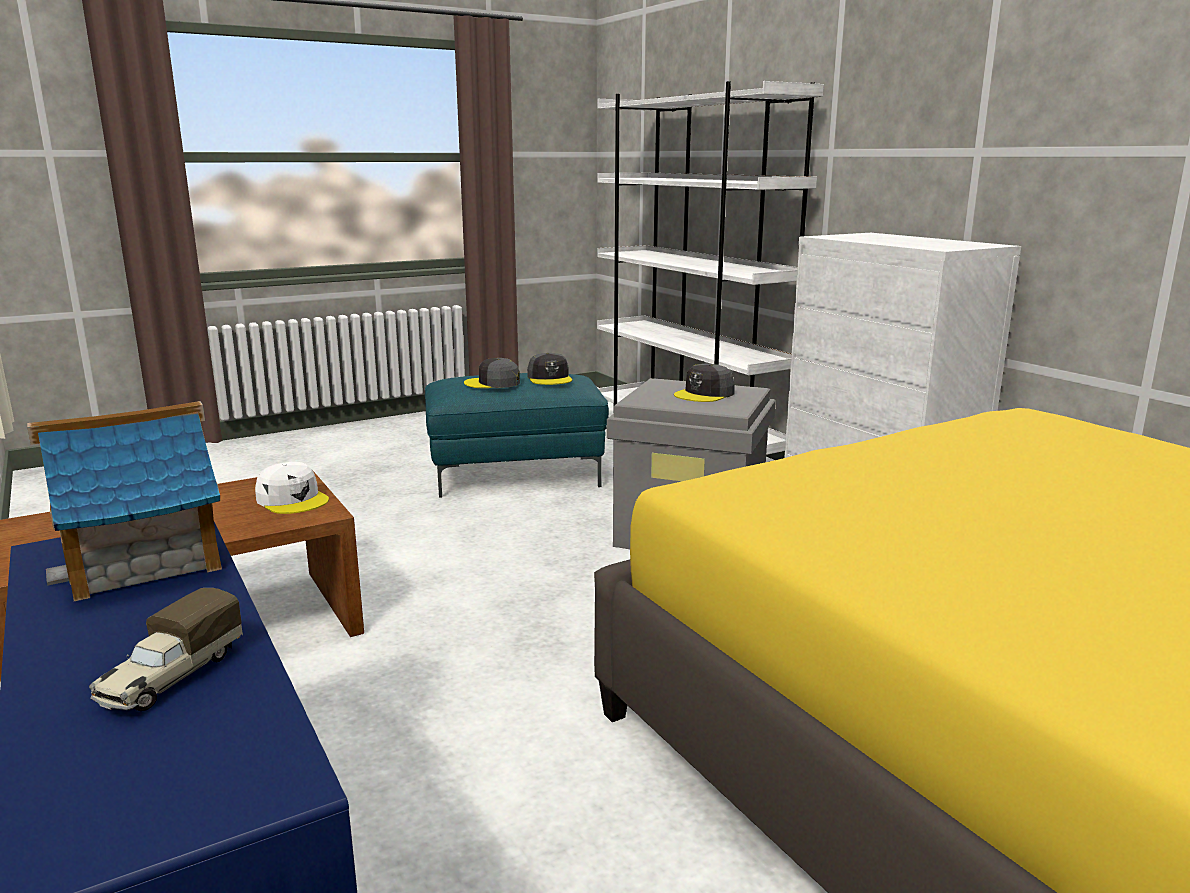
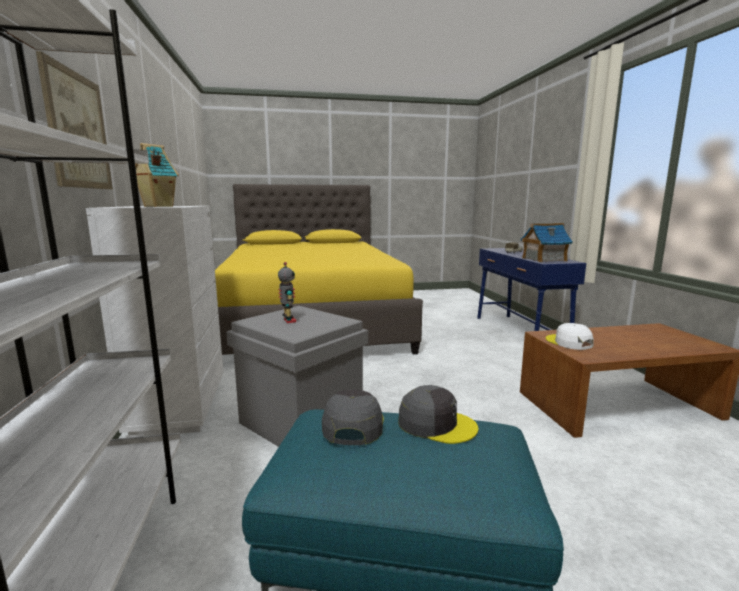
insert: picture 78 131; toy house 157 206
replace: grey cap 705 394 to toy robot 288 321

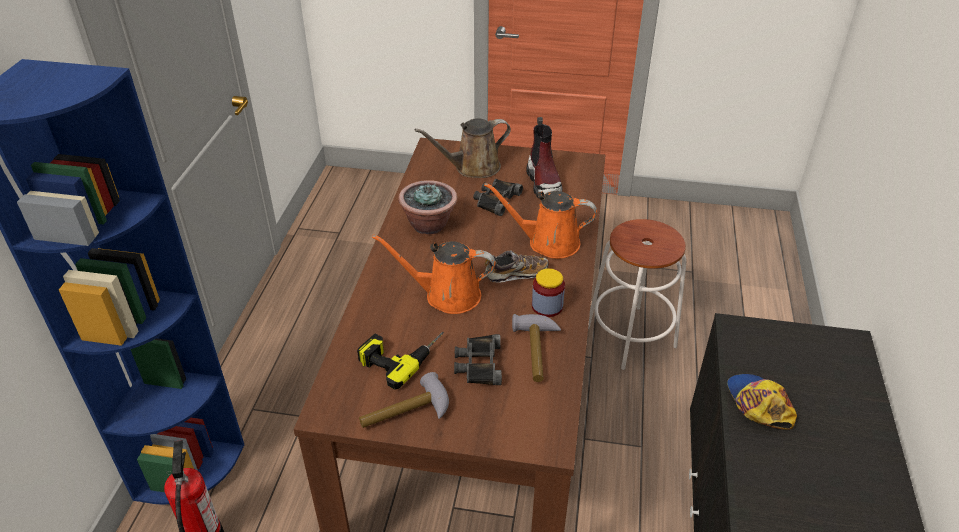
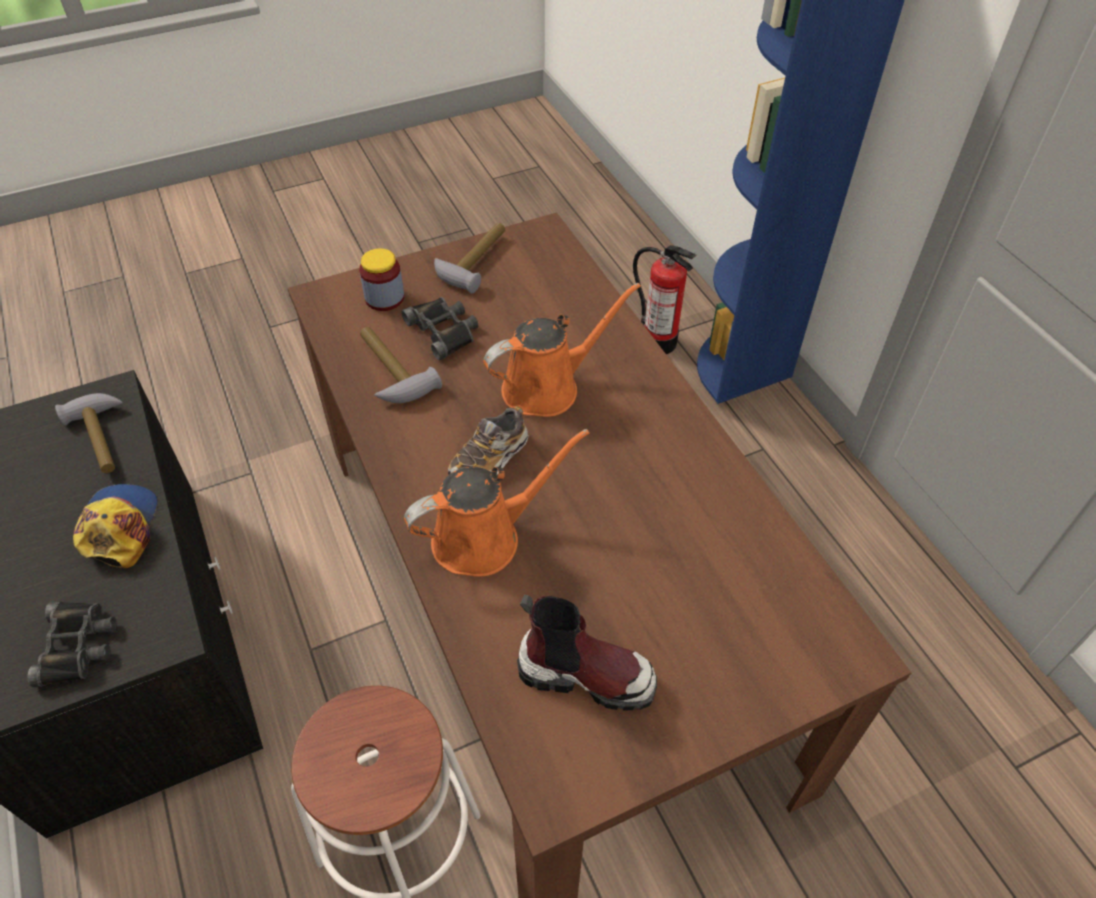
delete: power drill 401 354; potted plant 429 225; brown watering can 473 168
insert: hammer 102 438
move: black binoculars 496 200 to 78 645; jar 547 306 to 384 298
rotate: boot 544 183 = 586 674 150 degrees clockwise; cap 758 404 = 119 527 135 degrees counterclockwise

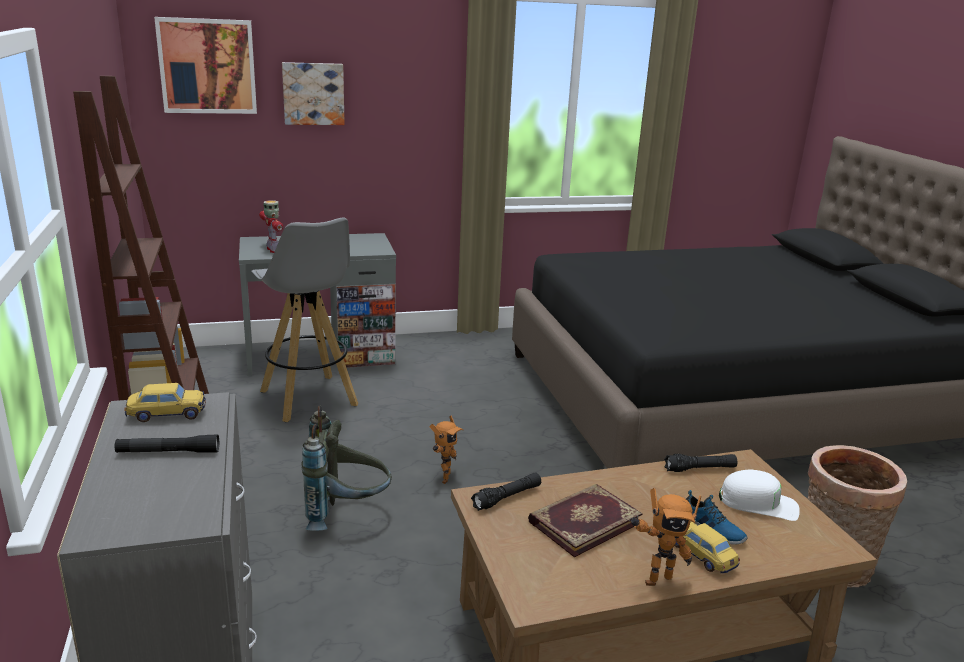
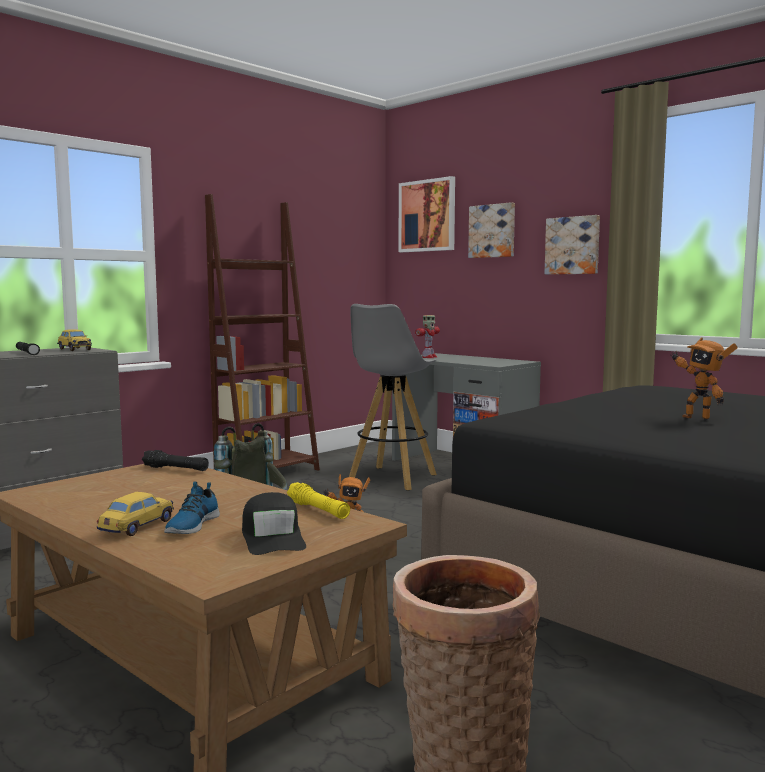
delete: book 583 521
insert: picture 573 245
move: toy robot 655 578 to 696 417
recolor: black flashlight 700 469 to yellow flashlight 318 510; white cap 758 503 to black cap 273 537

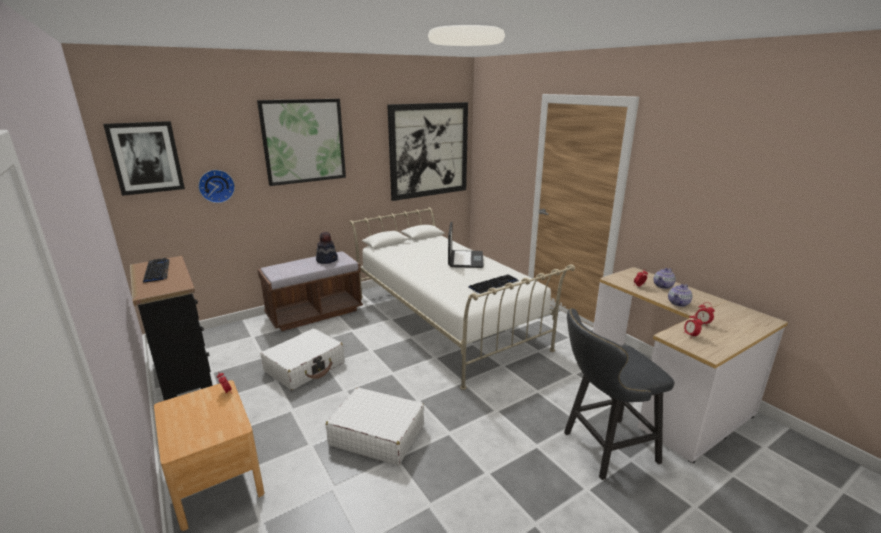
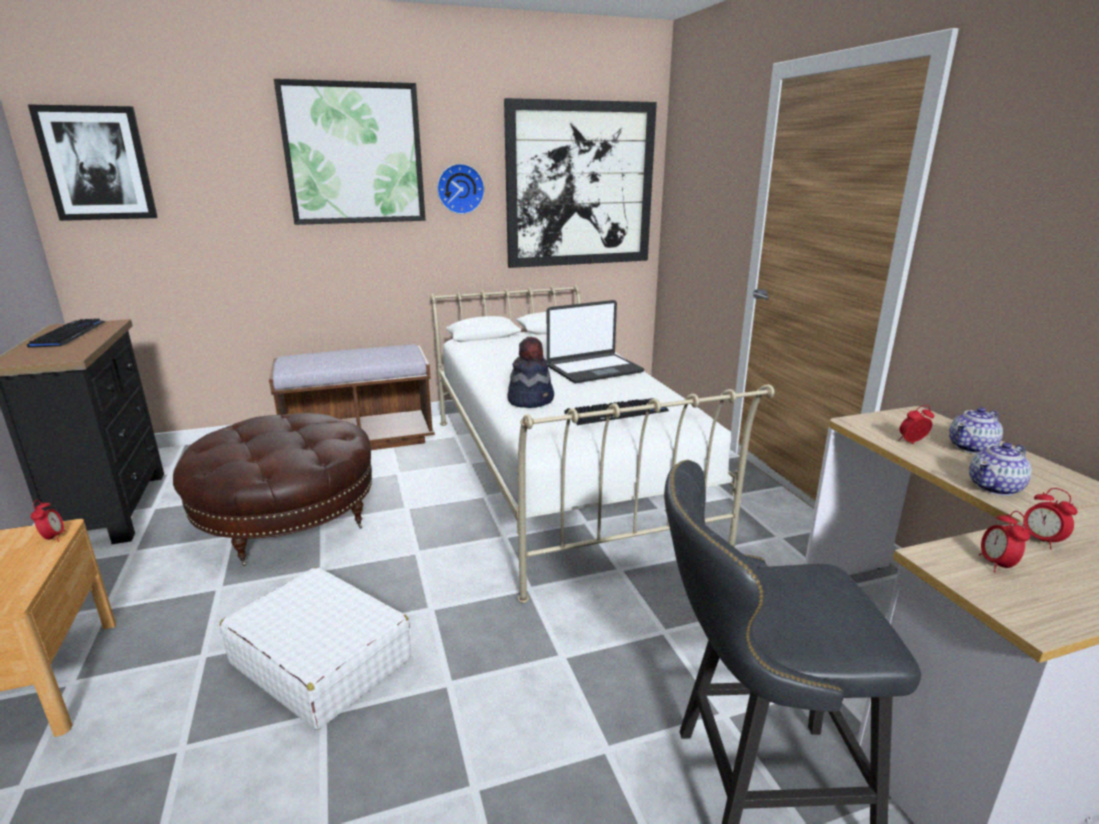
move: wall clock 216 186 to 460 189; hat 327 260 to 531 400
replace: white suitcase 305 367 to brown ottoman 288 520
rotate: laptop 465 260 = 594 369 45 degrees clockwise

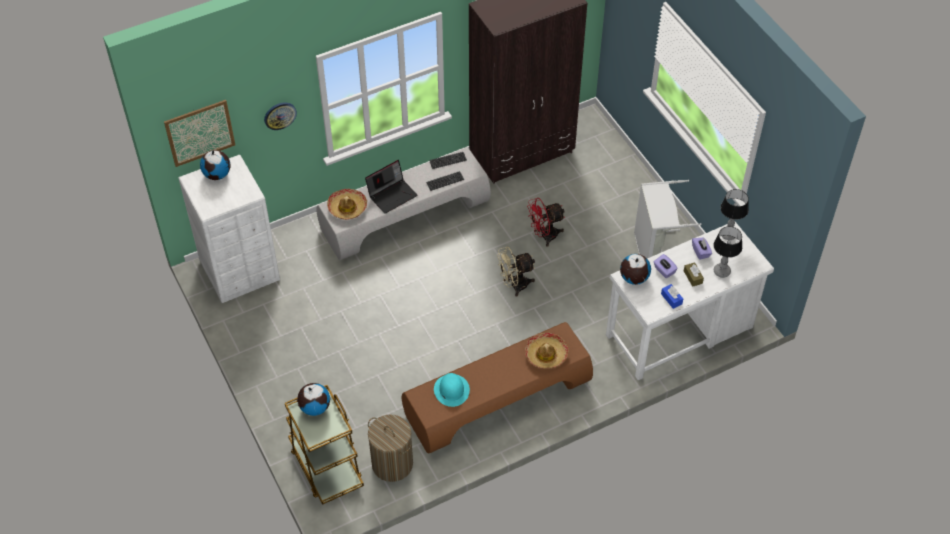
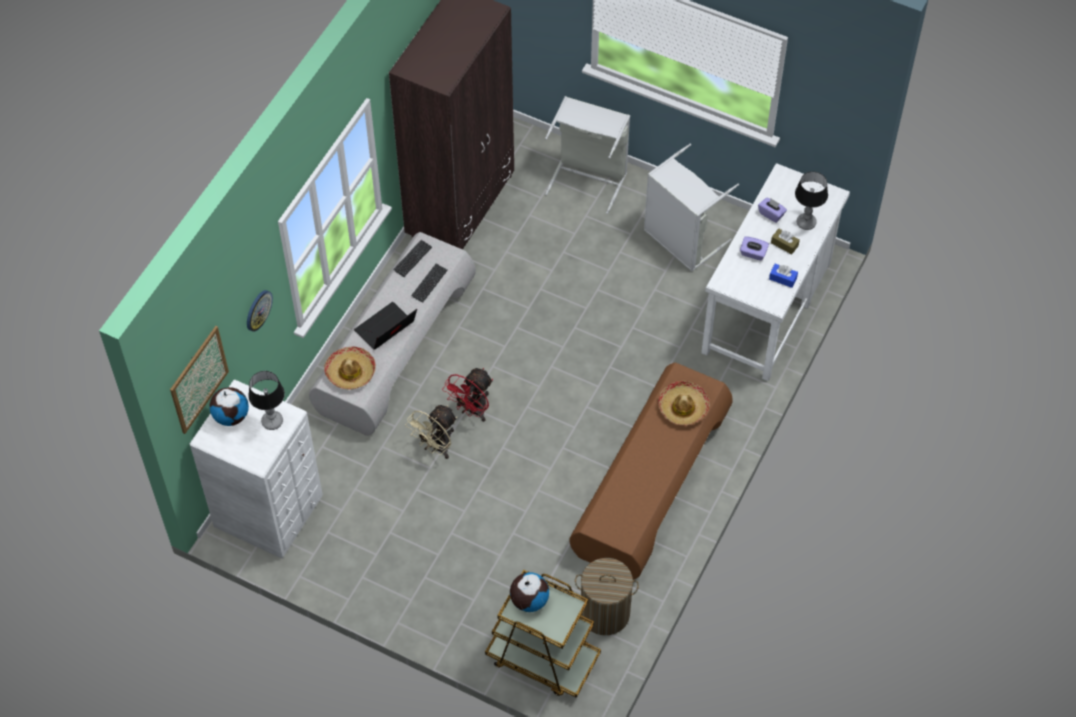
delete: turquoise hat 451 390; globe 633 278
insert: grey laundry basket 589 177
move: beige fan 514 285 to 436 447; red fan 544 236 to 472 410; table lamp 728 234 to 272 422
rotate: laptop 392 194 = 386 330 150 degrees counterclockwise

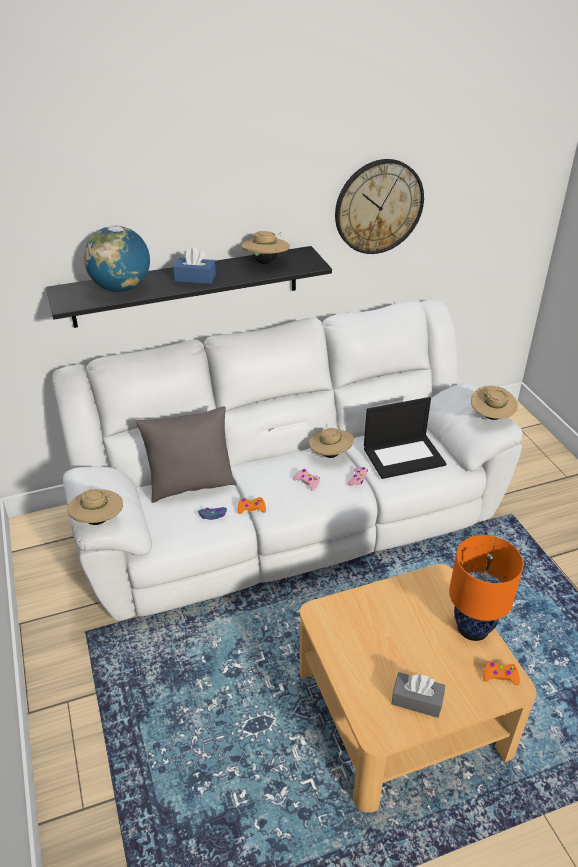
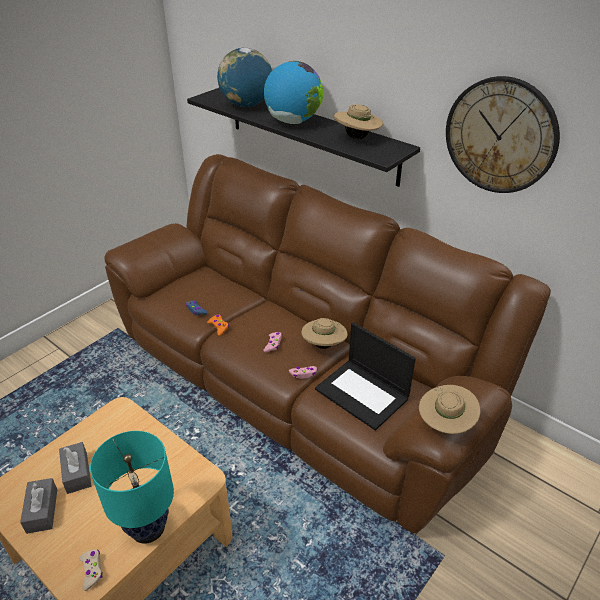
delete: beige hat 98 520; grey pillow 191 485
insert: grey tissue box 77 473
replace: blue tissue box 195 278 to globe 293 122
recolor: white sofa 289 516 to brown sofa 299 379; orange table lamp 473 628 to turquoise table lamp 147 528; orange game controller 500 676 to beige game controller 92 570

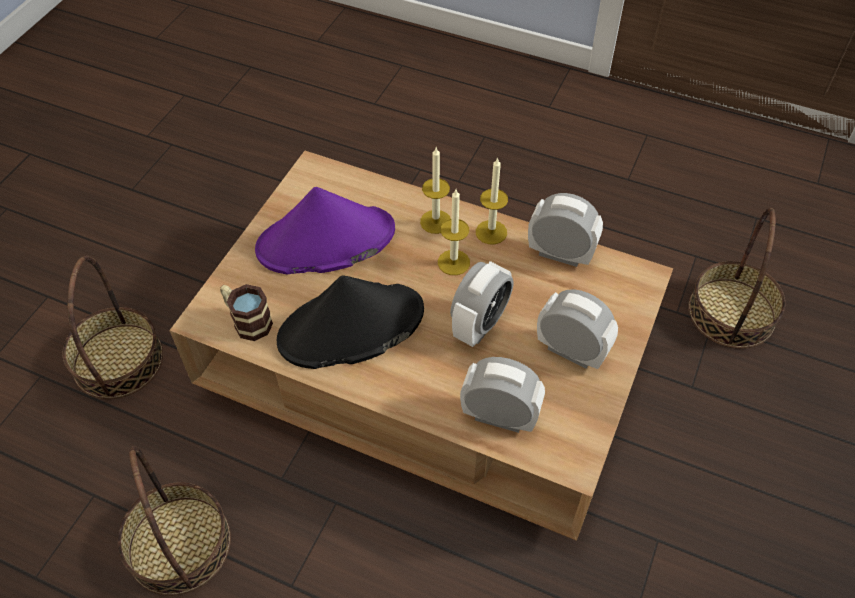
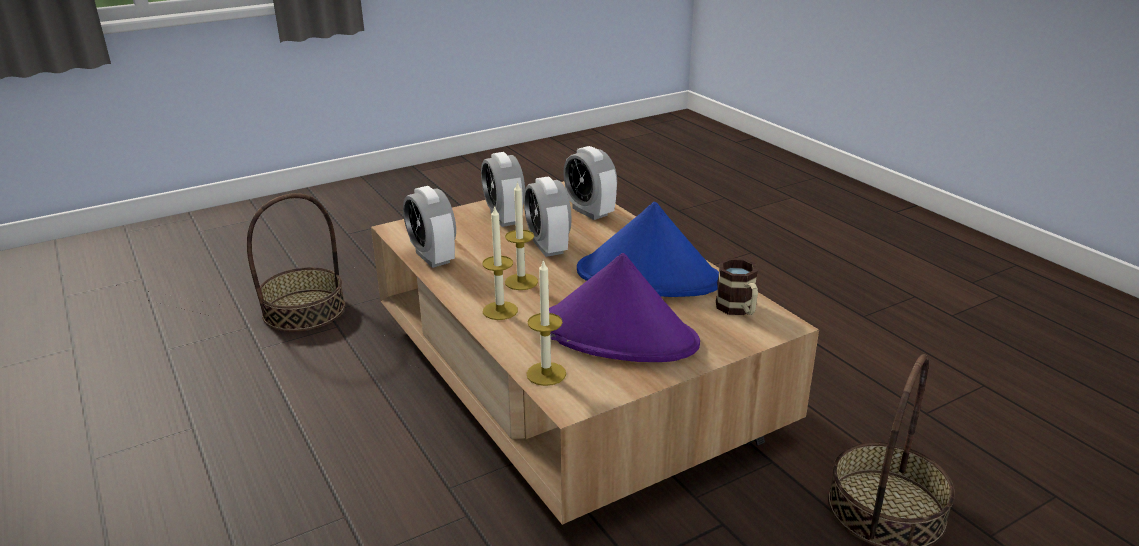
delete: basket 179 544
move: candle 491 232 to 546 374
recolor: black hat 351 327 to blue hat 649 277
rotate: alarm clock 480 324 = 548 247 90 degrees counterclockwise

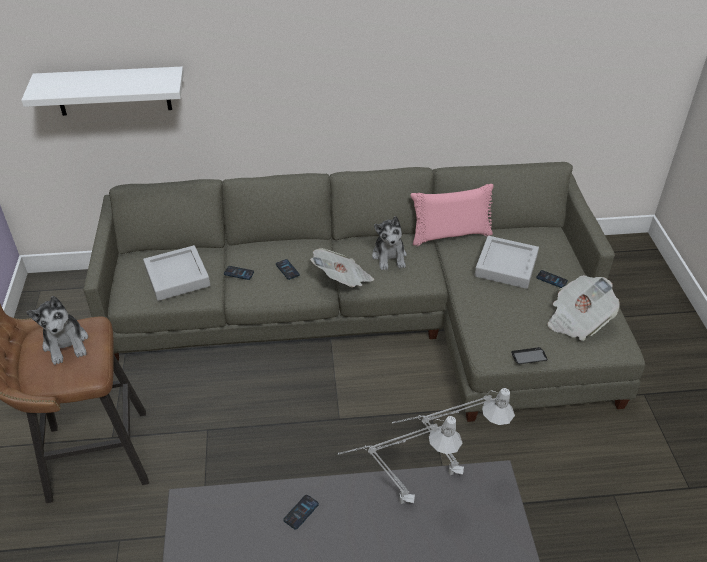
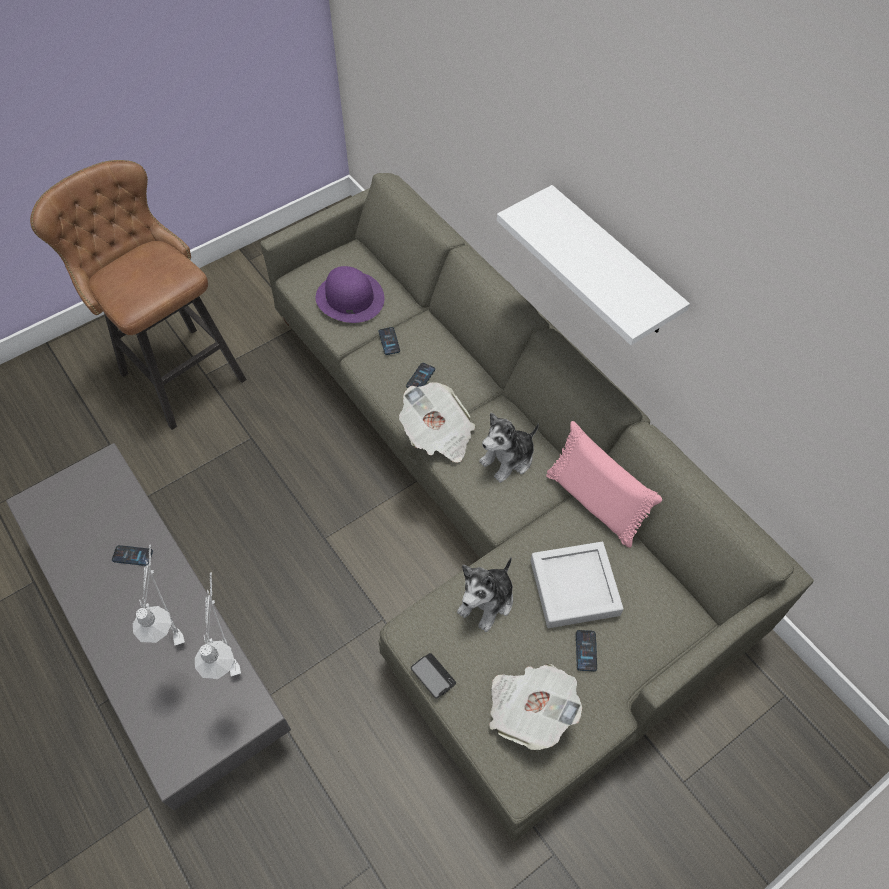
move: white shelf 113 91 to 612 264; plush toy 66 343 to 487 601
replace: grey tray 177 277 to purple hat 349 298

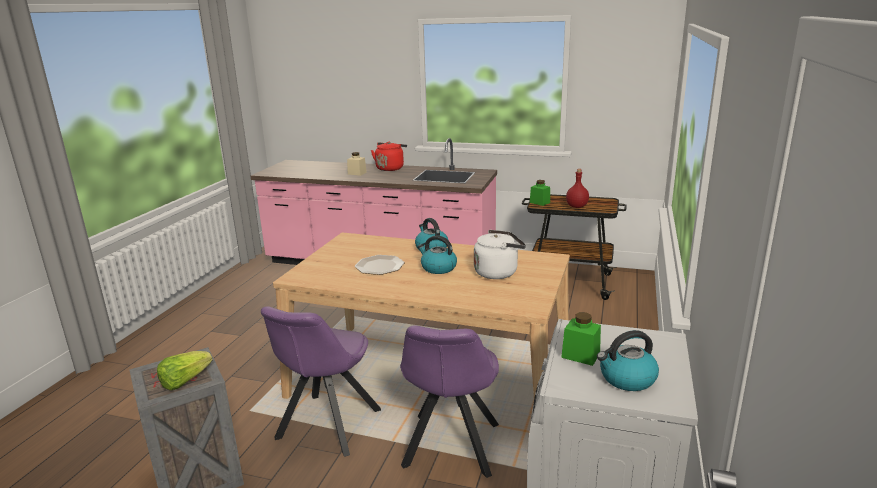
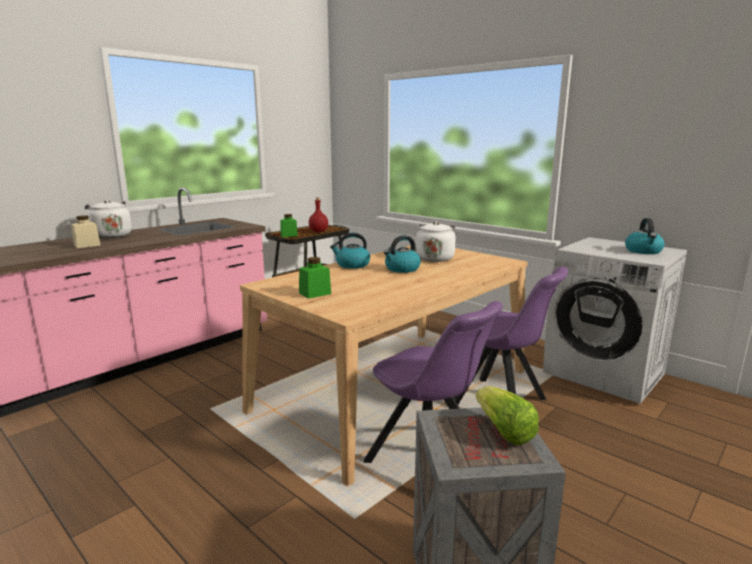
delete: plate 380 266
move: green jar 580 355 to 315 293
recolor: red kettle 390 168 to white kettle 111 235

